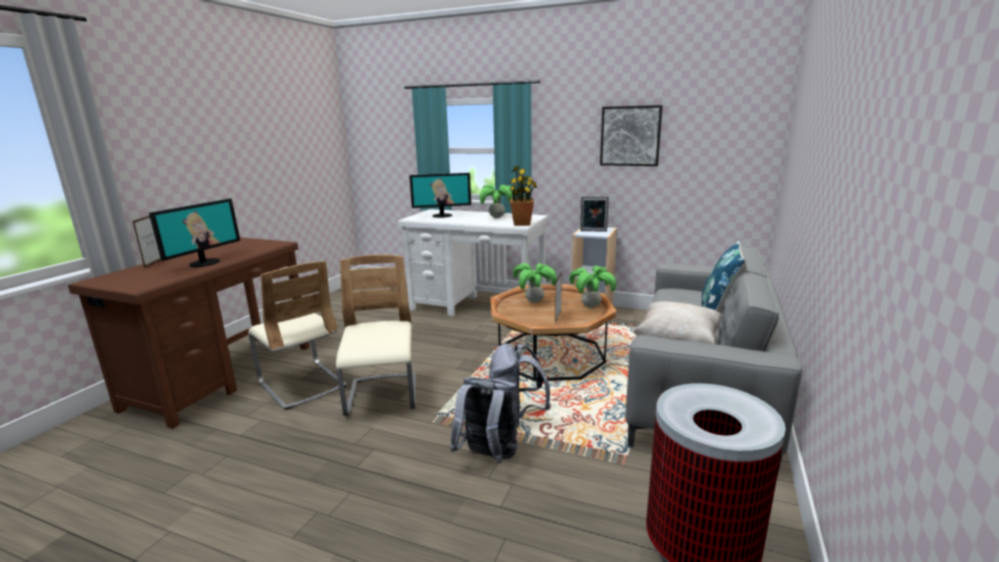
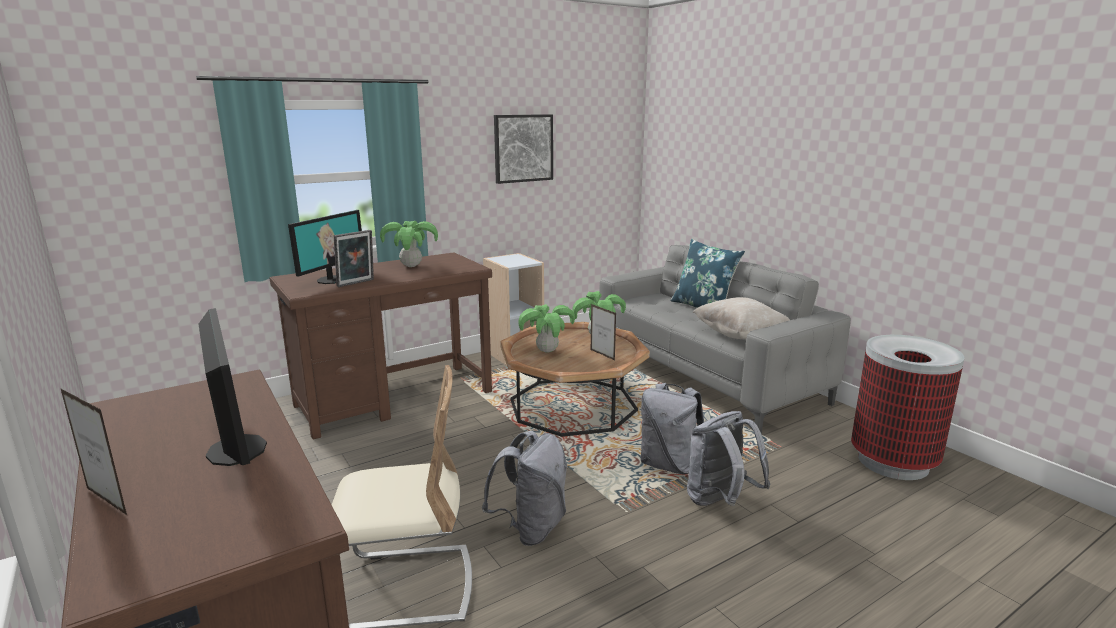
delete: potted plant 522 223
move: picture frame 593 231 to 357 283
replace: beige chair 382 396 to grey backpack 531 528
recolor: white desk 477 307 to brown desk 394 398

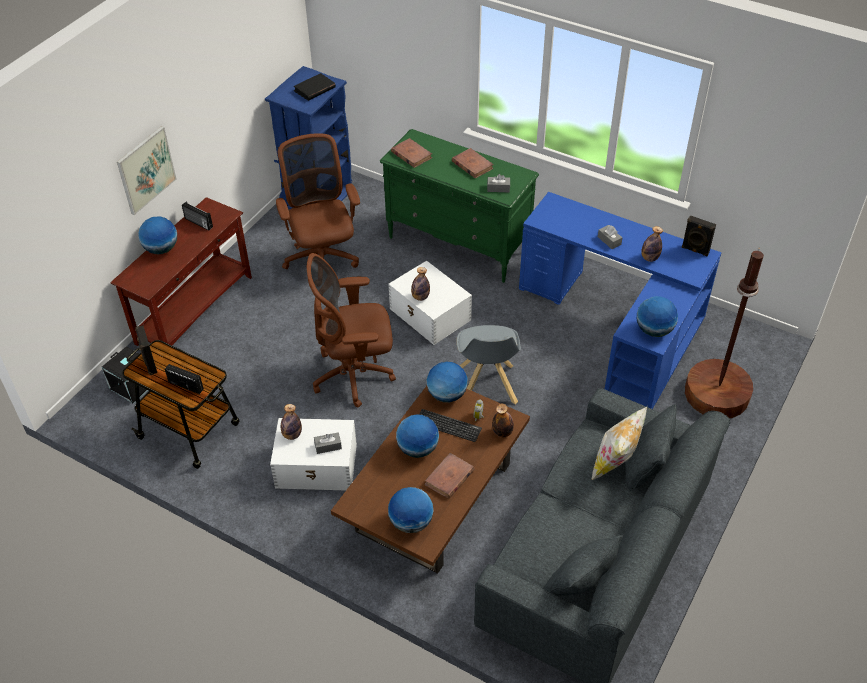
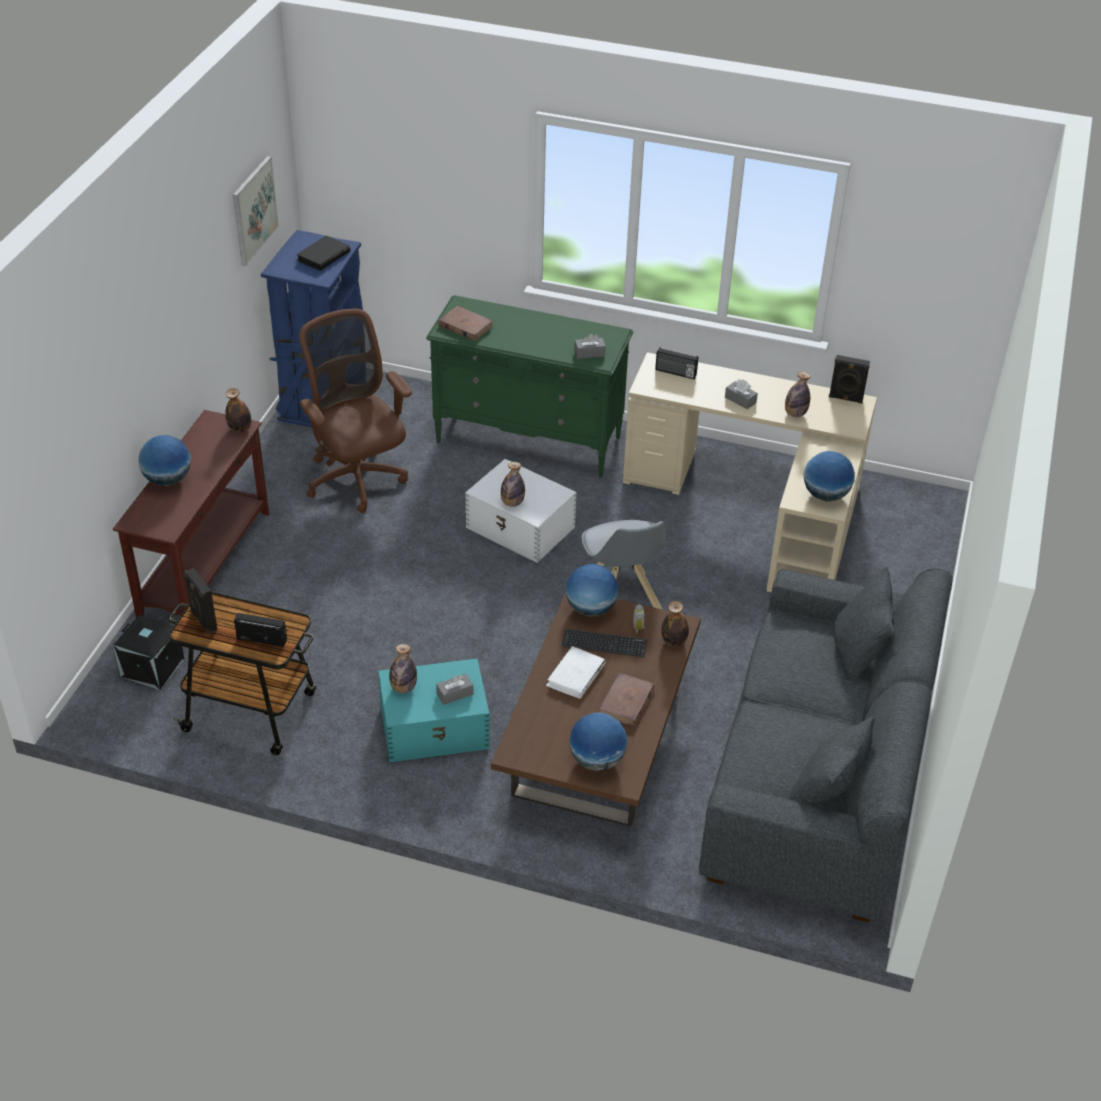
delete: brown office chair 357 373; brown book 472 165; pillow 615 461; brown floor lamp 717 394
insert: bottle 240 429
move: picture 146 170 to 254 210; radio 198 223 to 675 373
replace: globe 418 448 to white book 576 675
recolor: white storage box 317 466 to turquoise storage box 435 727; blue desk 620 323 to beige desk 760 506

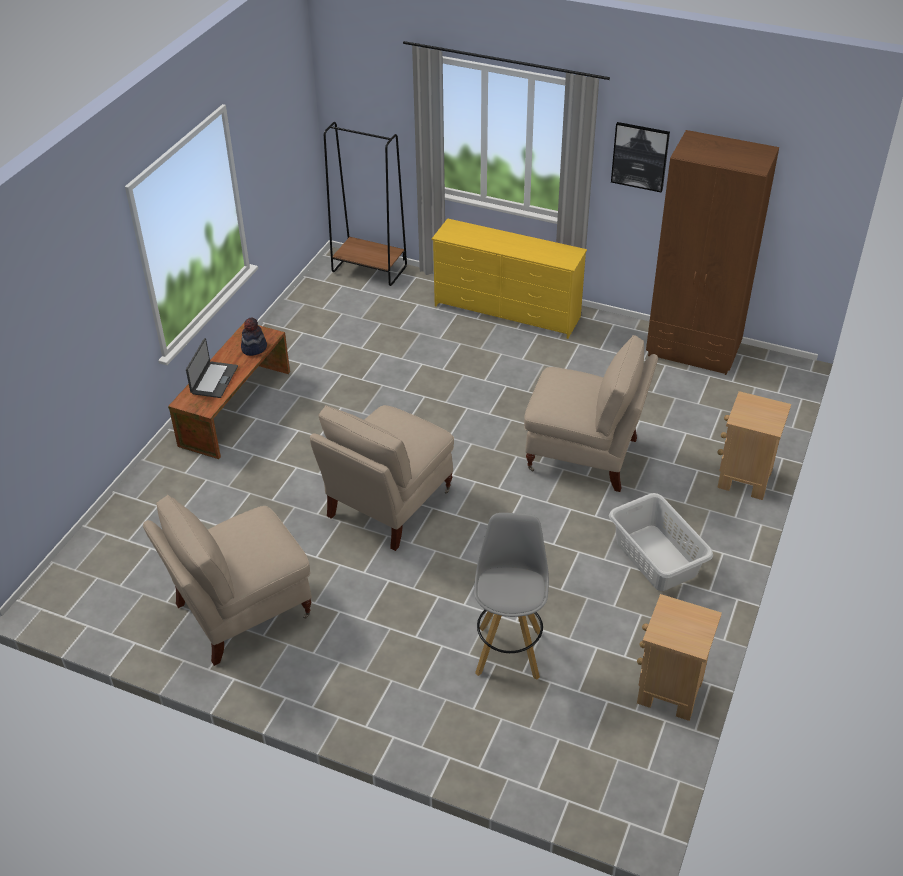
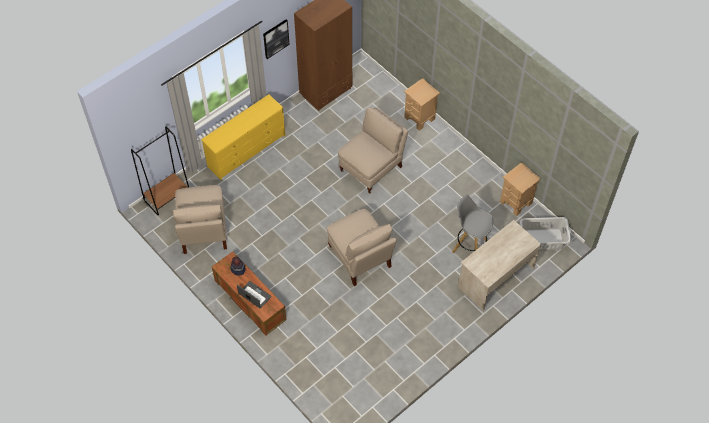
insert: beige desk 495 277
move: beige chair 241 611 to 203 231; grey laundry basket 656 558 to 543 240

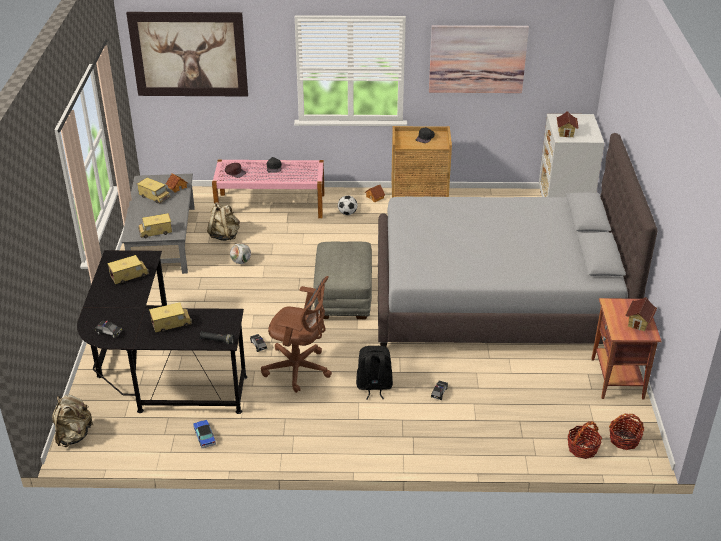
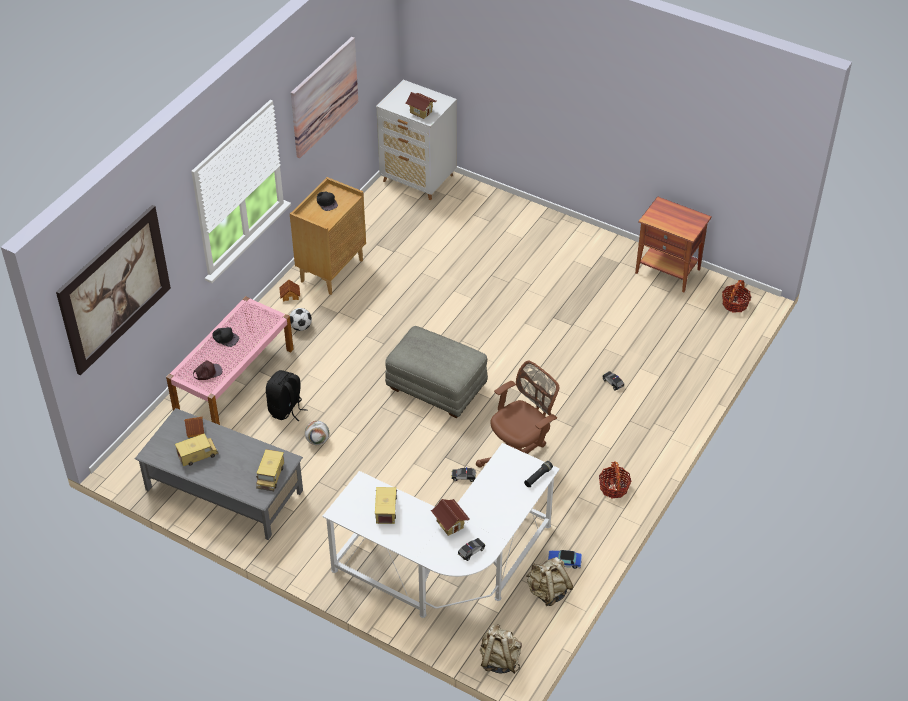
delete: toy truck 171 324; grey bed 497 298
move: beige backpack 224 235 to 548 591; black backpack 374 386 to 286 409; basket 582 448 to 614 488; toy house 639 323 to 450 524
recolor: black desk 156 372 to white desk 449 567

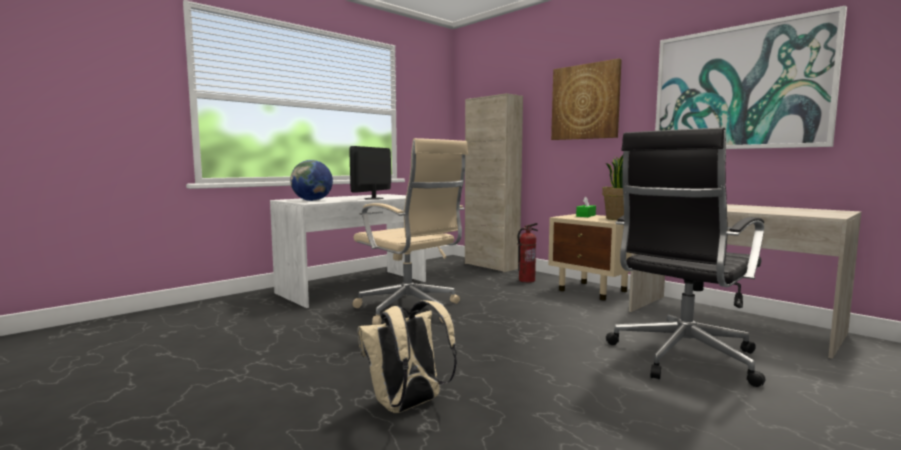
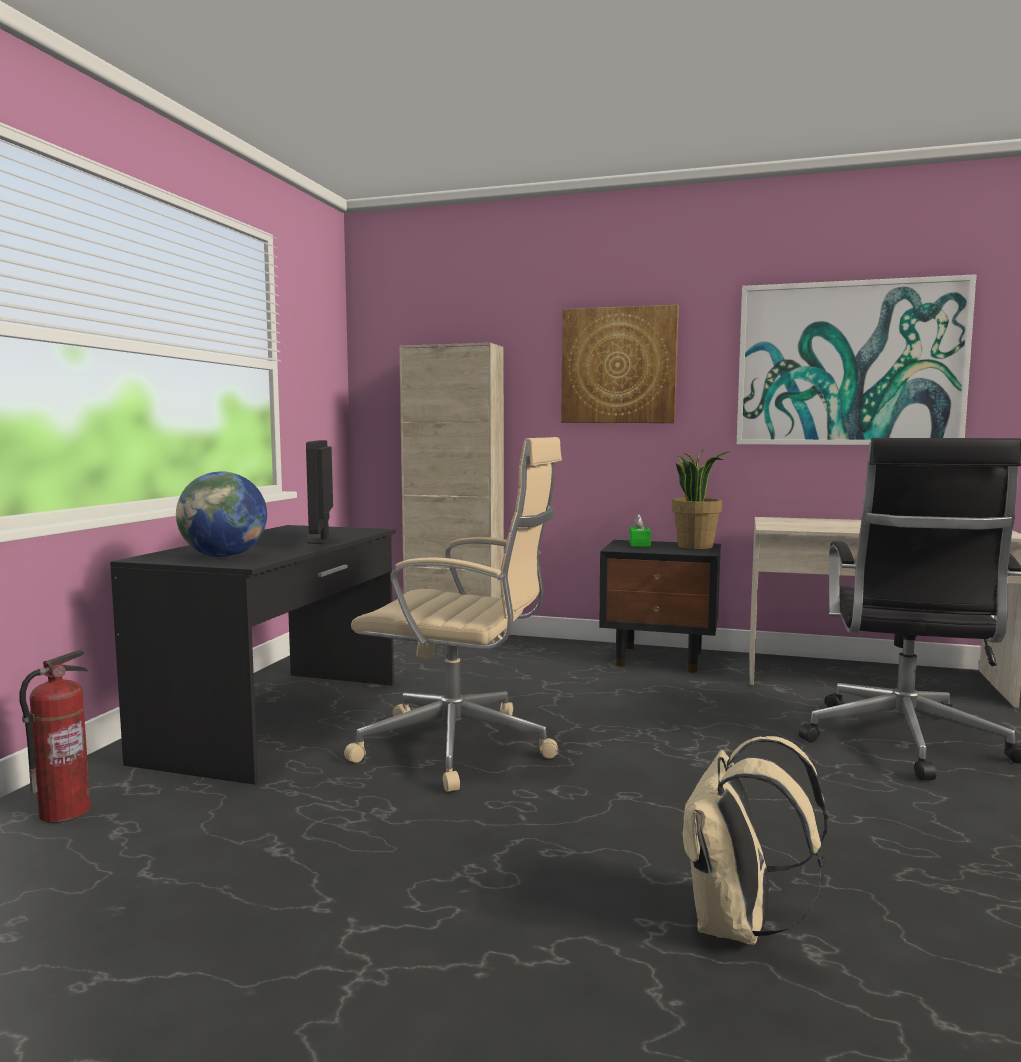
move: fire extinguisher 526 280 to 65 812
recolor: white desk 354 287 to black desk 279 719; beige nightstand 593 291 to black nightstand 661 659

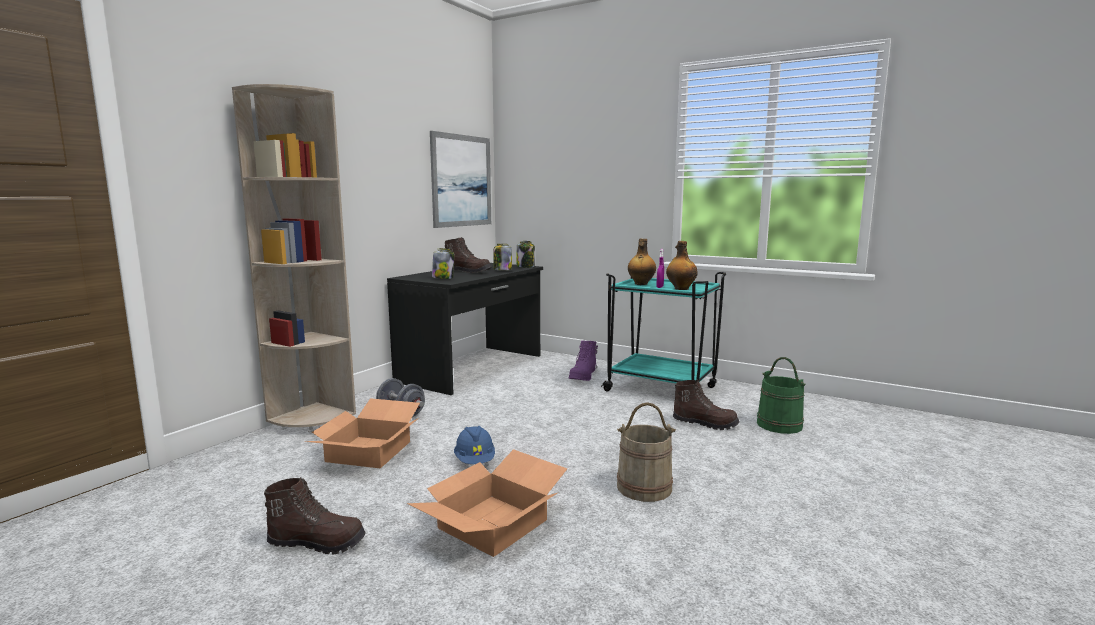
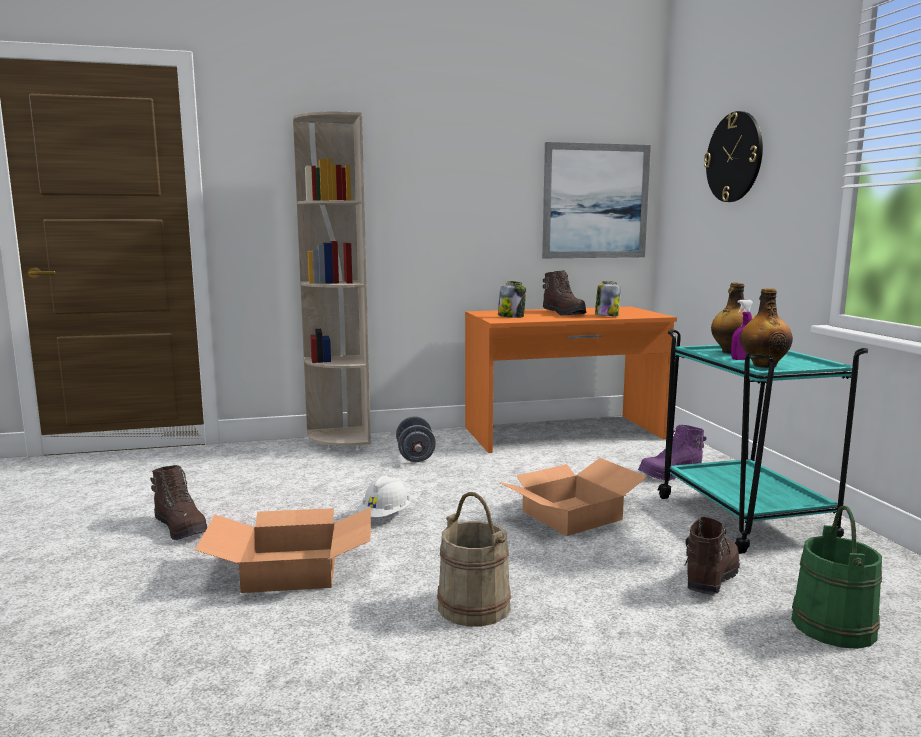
delete: jar 525 266
insert: wall clock 734 157
move: cardboard box 368 451 to 571 515
recolor: black desk 473 368 to orange desk 564 433; blue hard hat 475 461 to white hard hat 385 516
rotate: brown boot 705 423 = 710 578 120 degrees counterclockwise

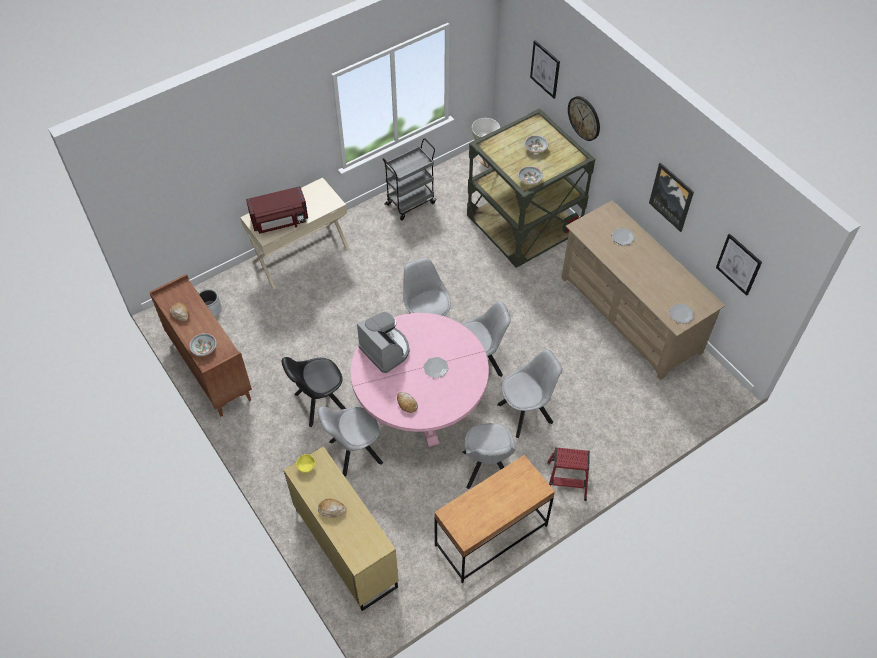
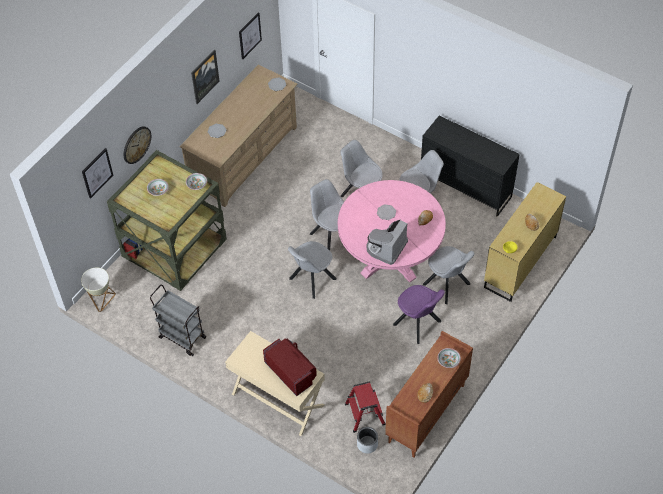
move: red step ladder 566 480 to 365 414
replace: brown desk 491 535 to black dresser 466 187
recolor: black chair 319 403 to purple chair 418 324

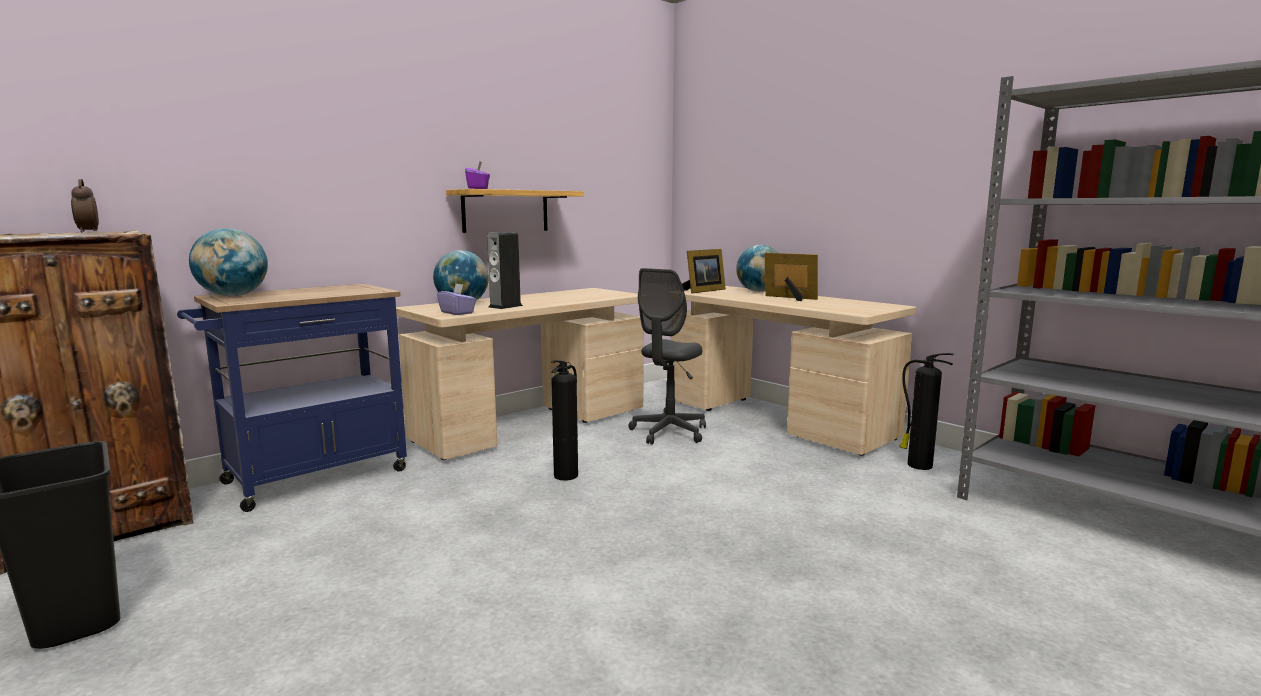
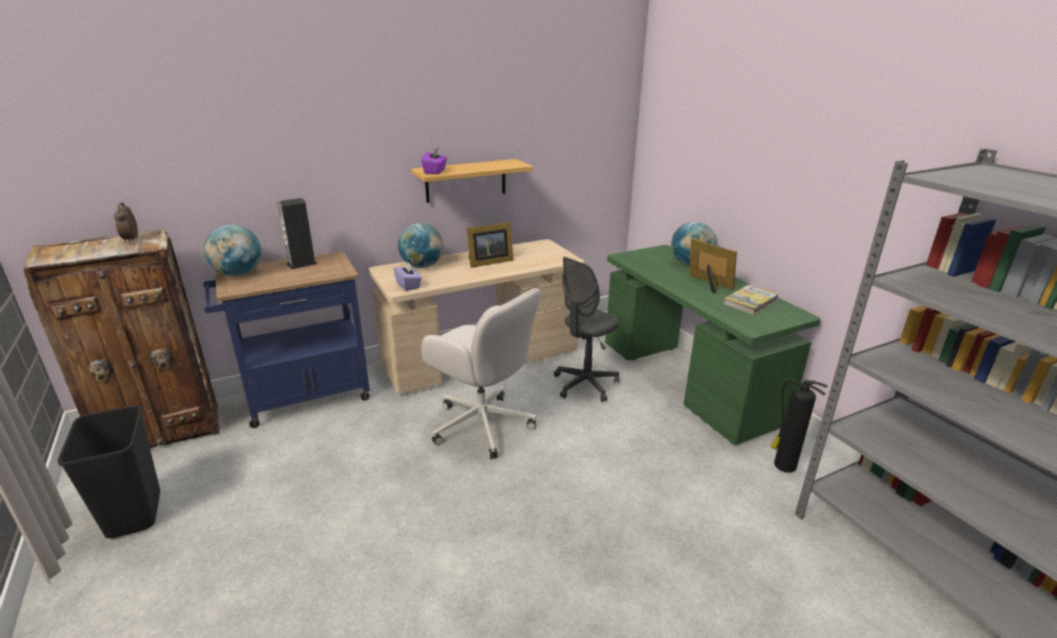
insert: book 750 302
move: speaker 505 306 to 302 264; picture frame 702 291 to 488 262
replace: fire extinguisher 566 475 to white office chair 481 426
recolor: beige desk 776 420 to green desk 686 382

